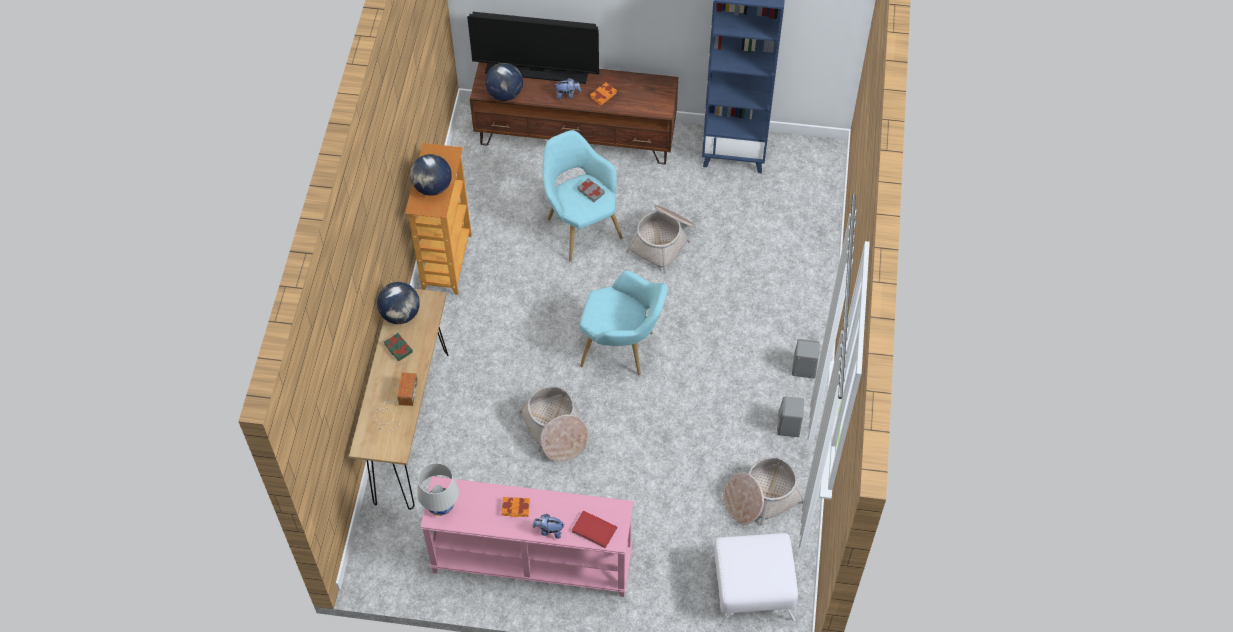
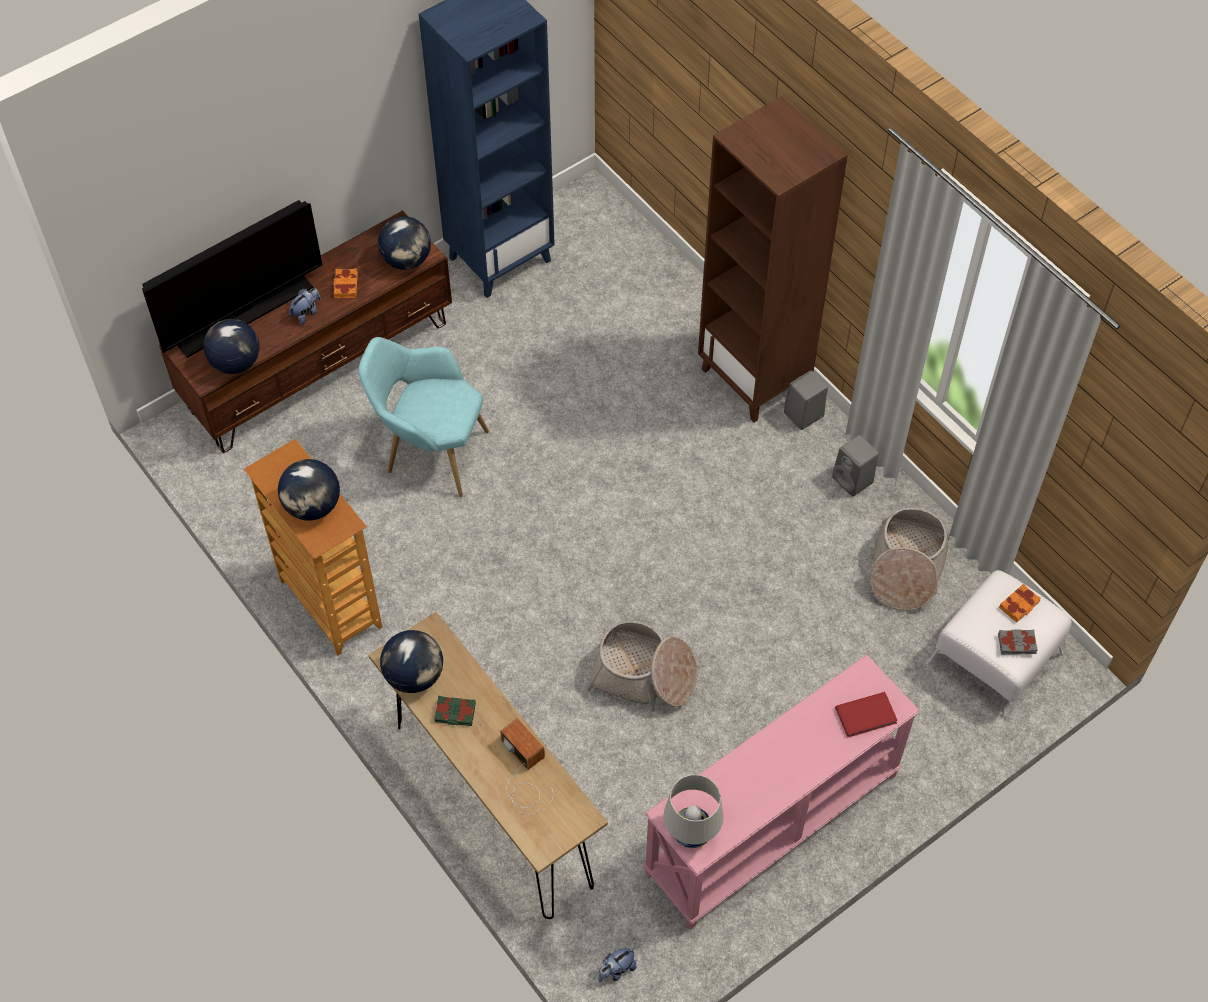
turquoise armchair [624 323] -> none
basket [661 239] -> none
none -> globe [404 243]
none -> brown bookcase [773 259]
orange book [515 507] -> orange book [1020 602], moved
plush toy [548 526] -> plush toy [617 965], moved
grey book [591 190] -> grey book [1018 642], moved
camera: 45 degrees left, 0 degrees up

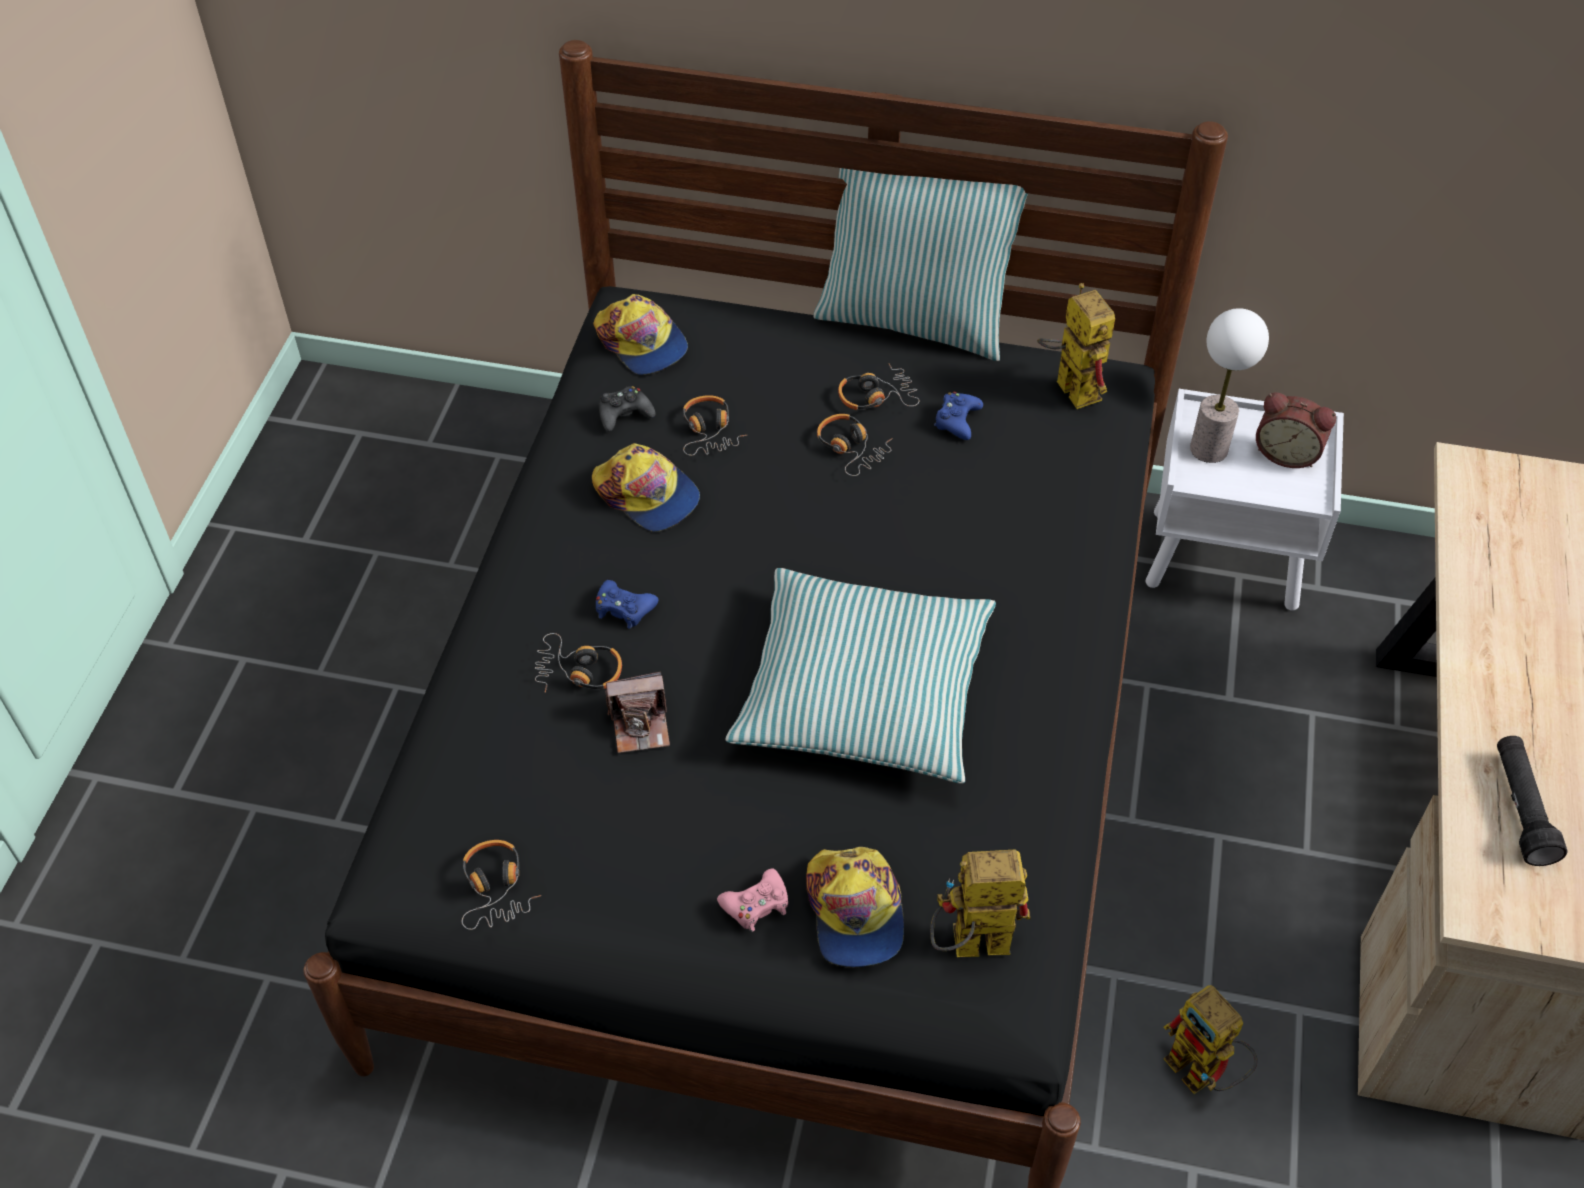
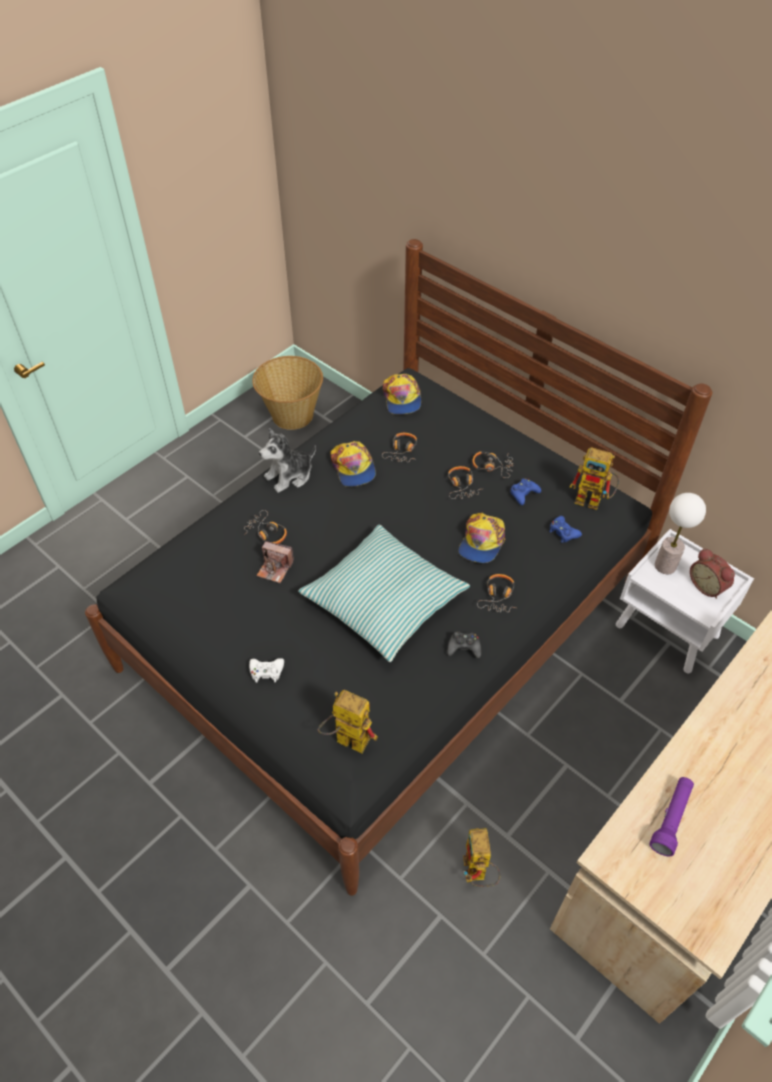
pillow [920 264] -> none
none -> basket [287 393]
none -> plush toy [287 460]
headphones [501 885] -> headphones [496 593], moved
blue game controller [627 604] -> blue game controller [565 529], moved
black game controller [627 409] -> black game controller [464 645], moved
cap [855 907] -> cap [482 538], moved
pink game controller [752 900] -> white game controller [266 670]
black flashlight [1532 801] -> purple flashlight [671 816]
toy robot [1076 346] -> toy robot [594 478], 105 degrees clockwise
camera: 30 degrees right, 0 degrees up

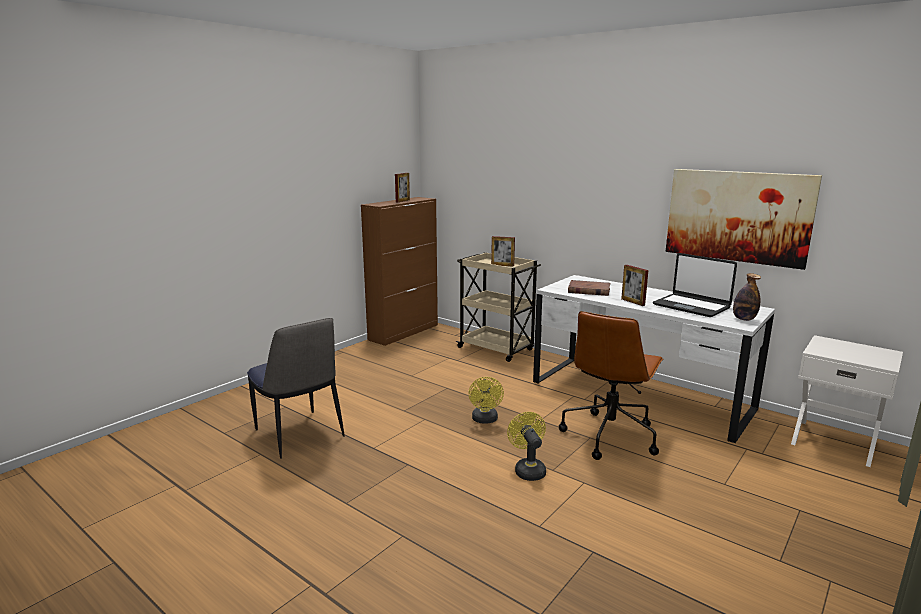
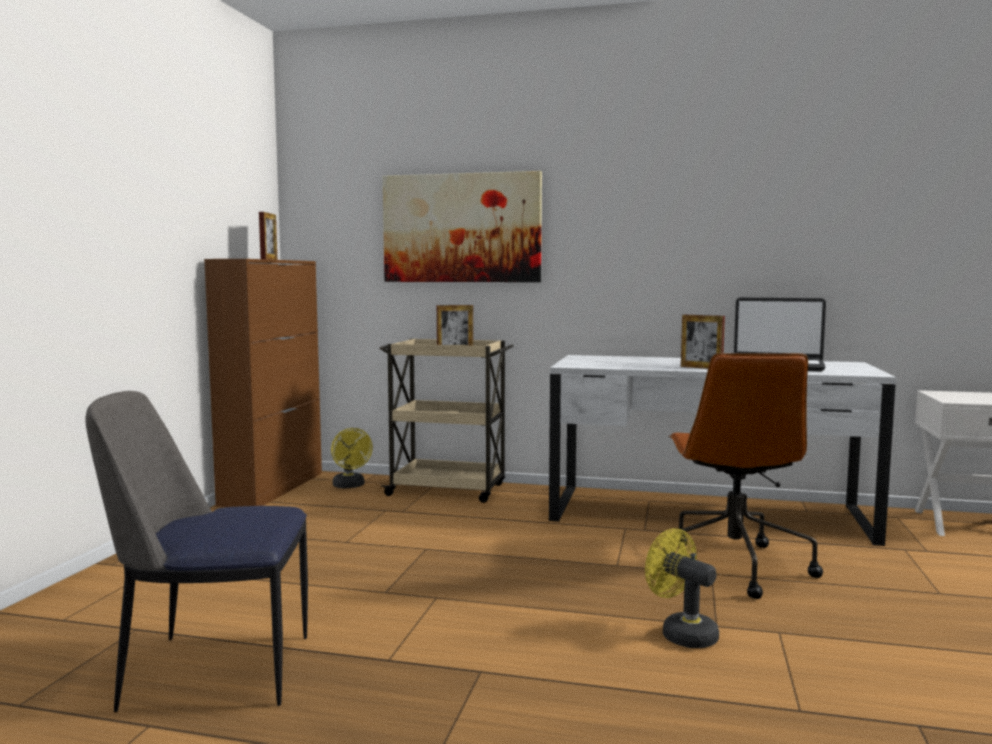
brown book [589 288] -> none
bottle [747 297] -> none
yellow fan [486 400] -> yellow fan [352 458], moved
picture [744 219] -> picture [462 226], moved
chair [296 388] -> chair [196 551], 150 degrees clockwise
camera: 25 degrees left, 10 degrees down

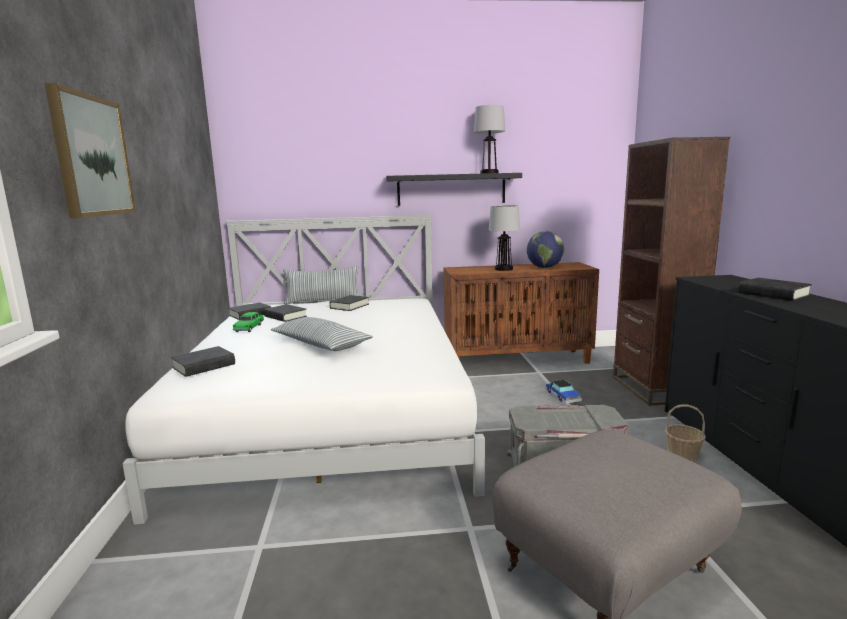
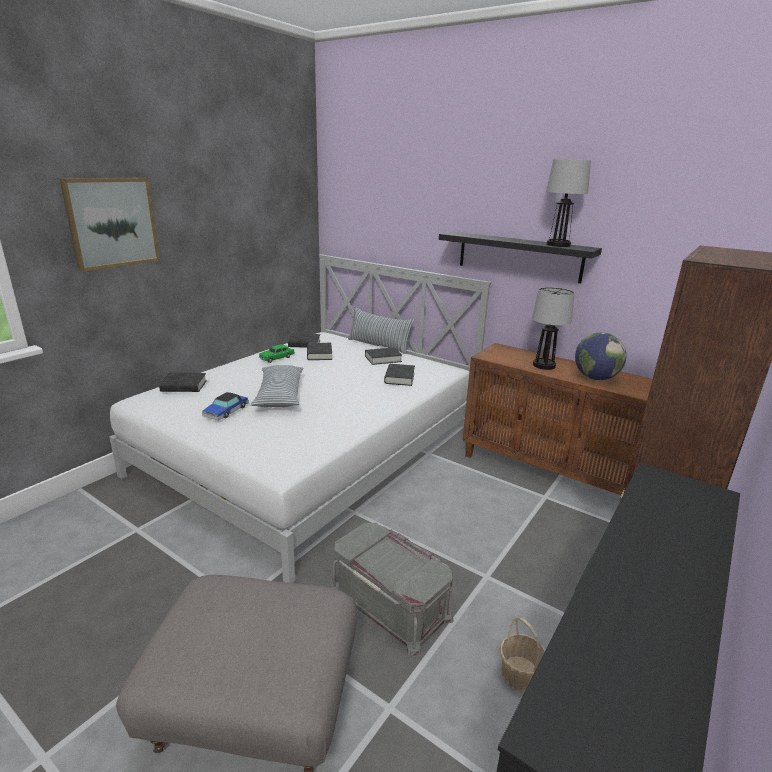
toy car [564 391] -> toy car [225 406], moved
black book [775 289] -> black book [399 375], moved
camera: 40 degrees right, 10 degrees up

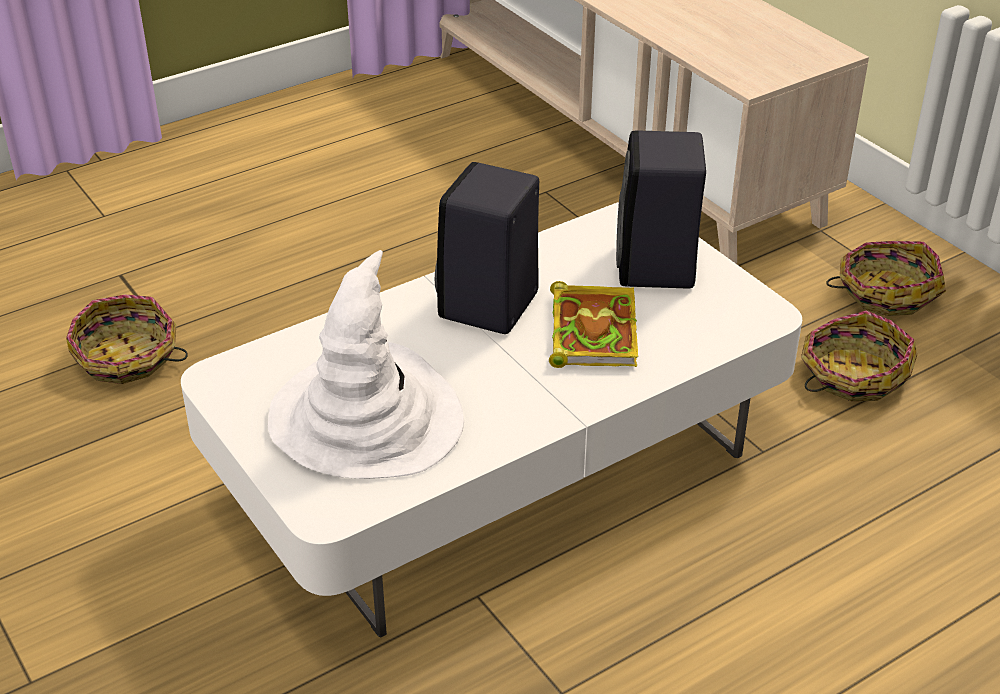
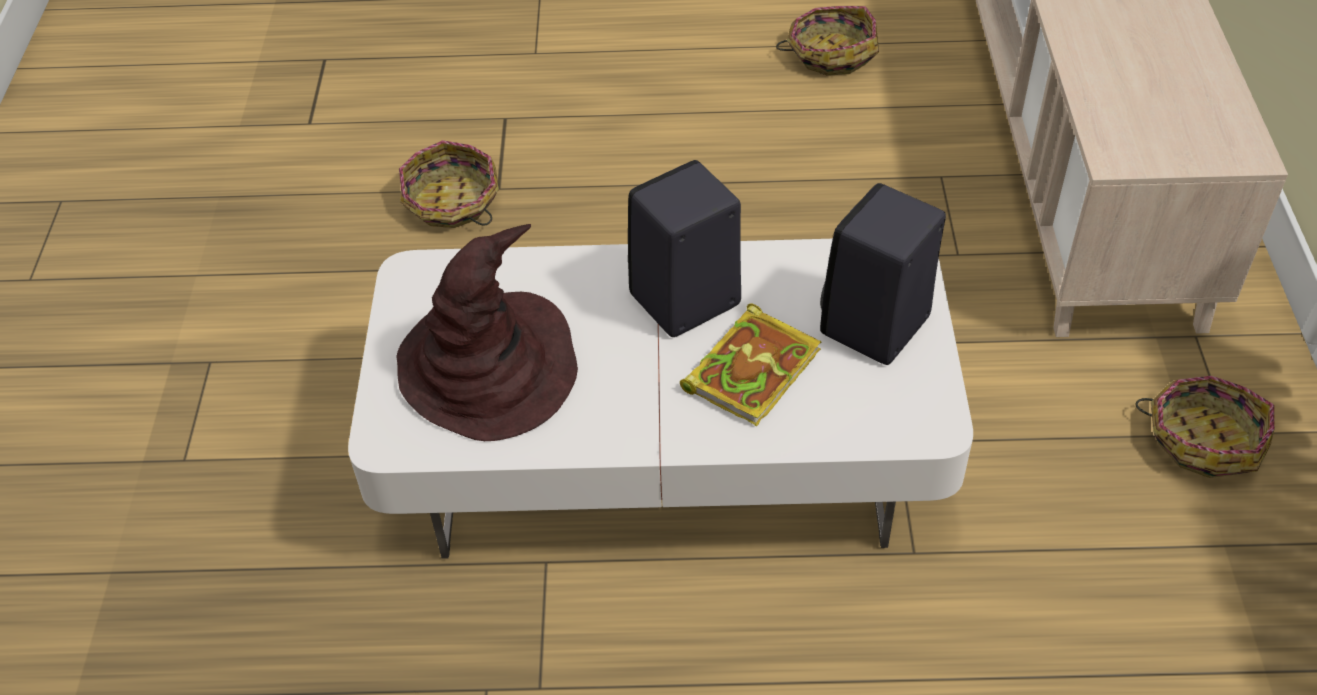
basket [859 356] -> basket [827 41], moved
white hat [366 364] -> brown hat [487 332]
camera: 35 degrees right, 10 degrees up

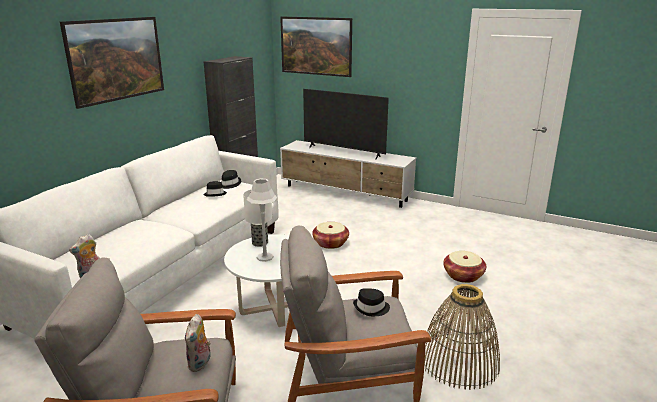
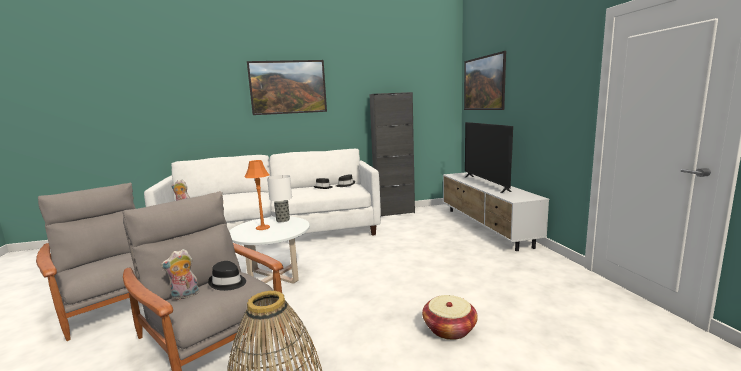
basket [330 235] -> none
plush toy [198 343] -> plush toy [180 274], moved
grey table lamp [261 220] -> orange table lamp [257 195]
camera: 50 degrees right, 10 degrees down

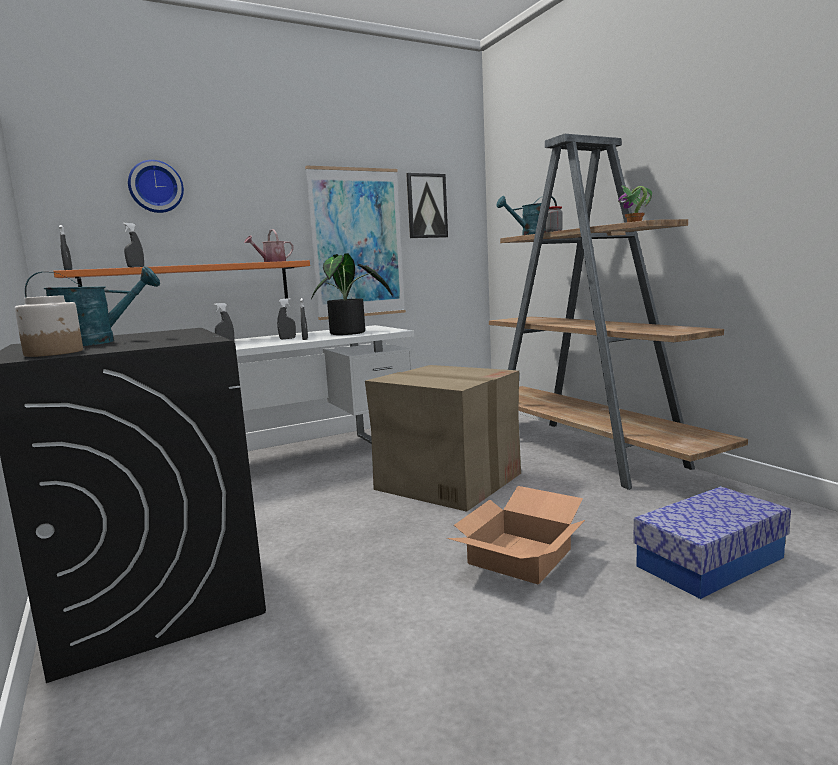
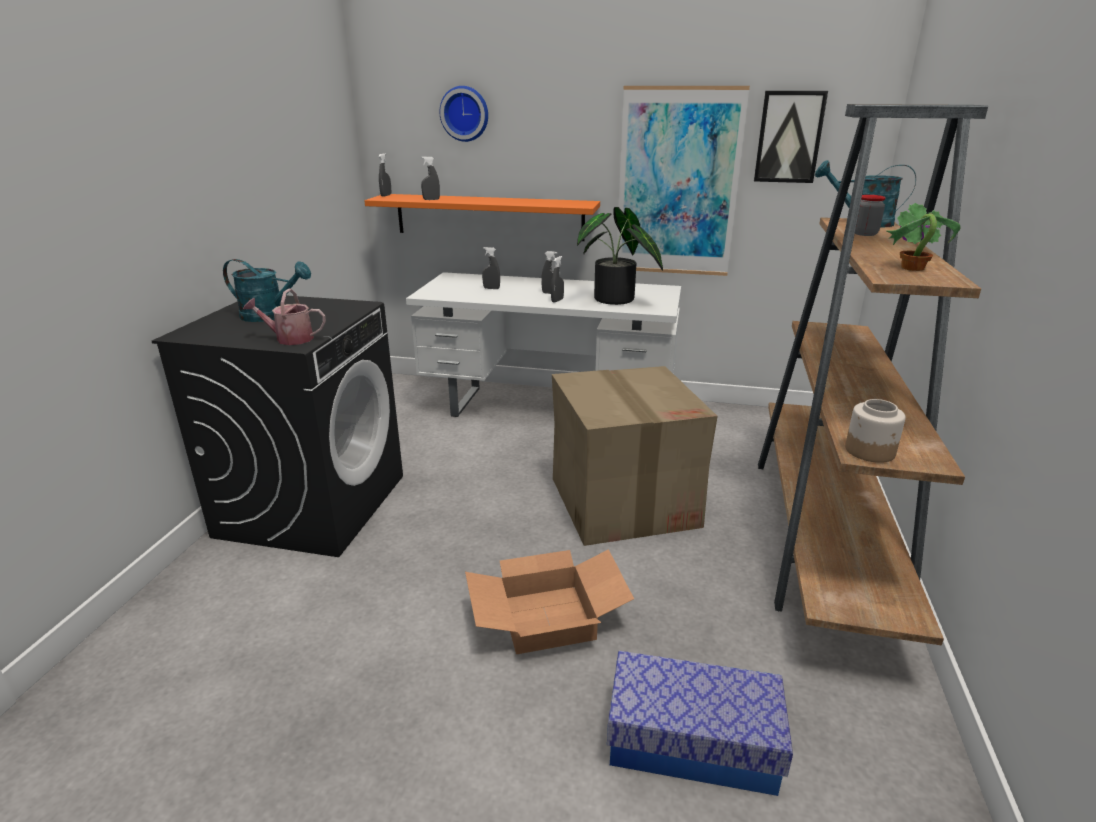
jar [49 326] -> jar [875 431], moved
watering can [268 245] -> watering can [284 316], moved
camera: 40 degrees right, 15 degrees up

